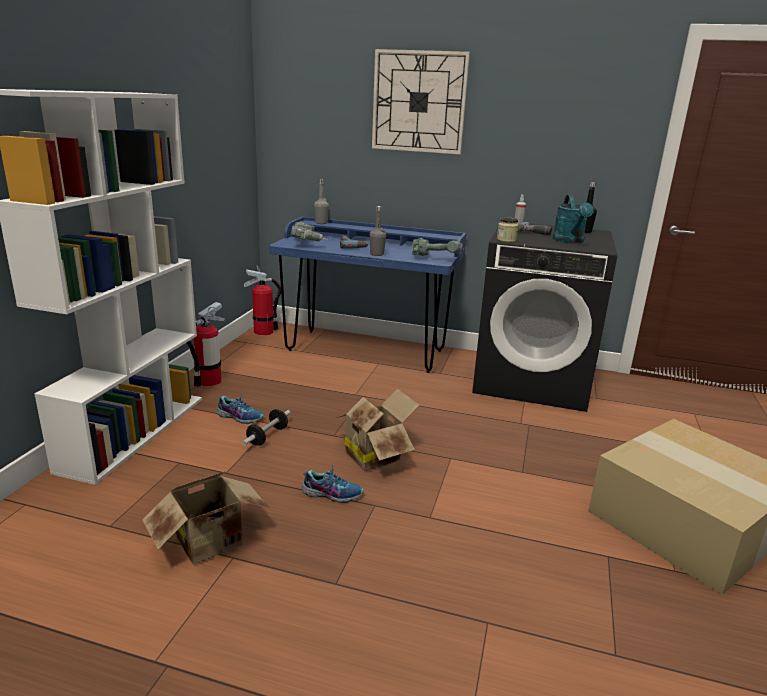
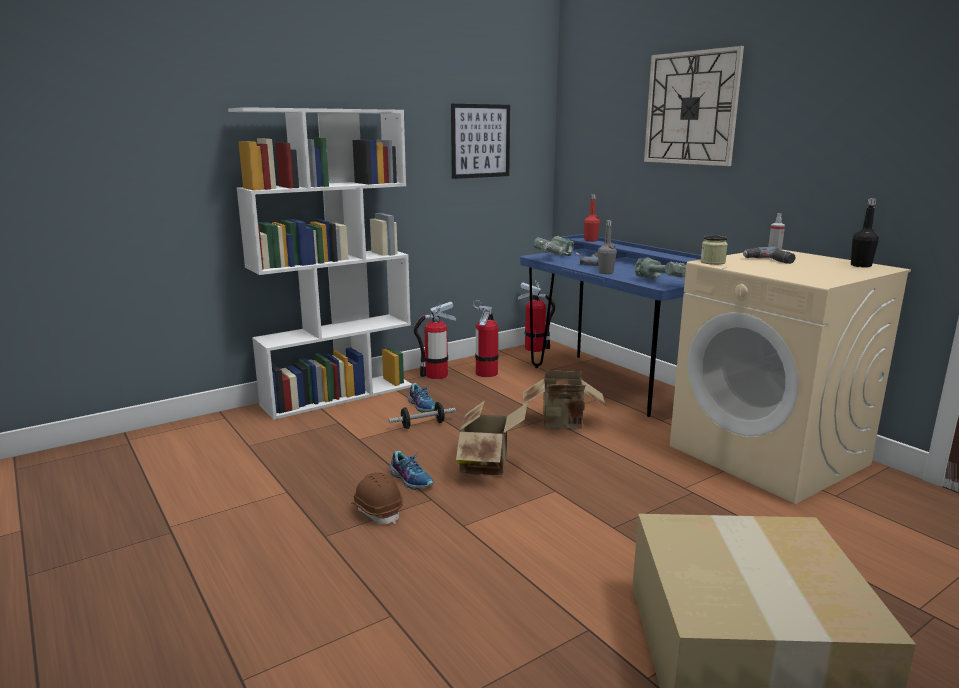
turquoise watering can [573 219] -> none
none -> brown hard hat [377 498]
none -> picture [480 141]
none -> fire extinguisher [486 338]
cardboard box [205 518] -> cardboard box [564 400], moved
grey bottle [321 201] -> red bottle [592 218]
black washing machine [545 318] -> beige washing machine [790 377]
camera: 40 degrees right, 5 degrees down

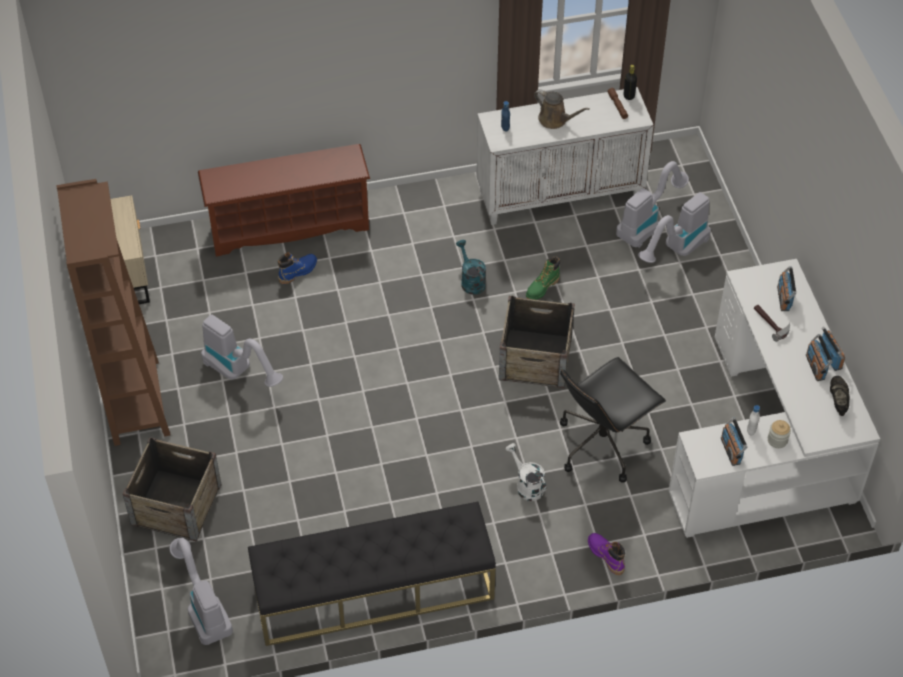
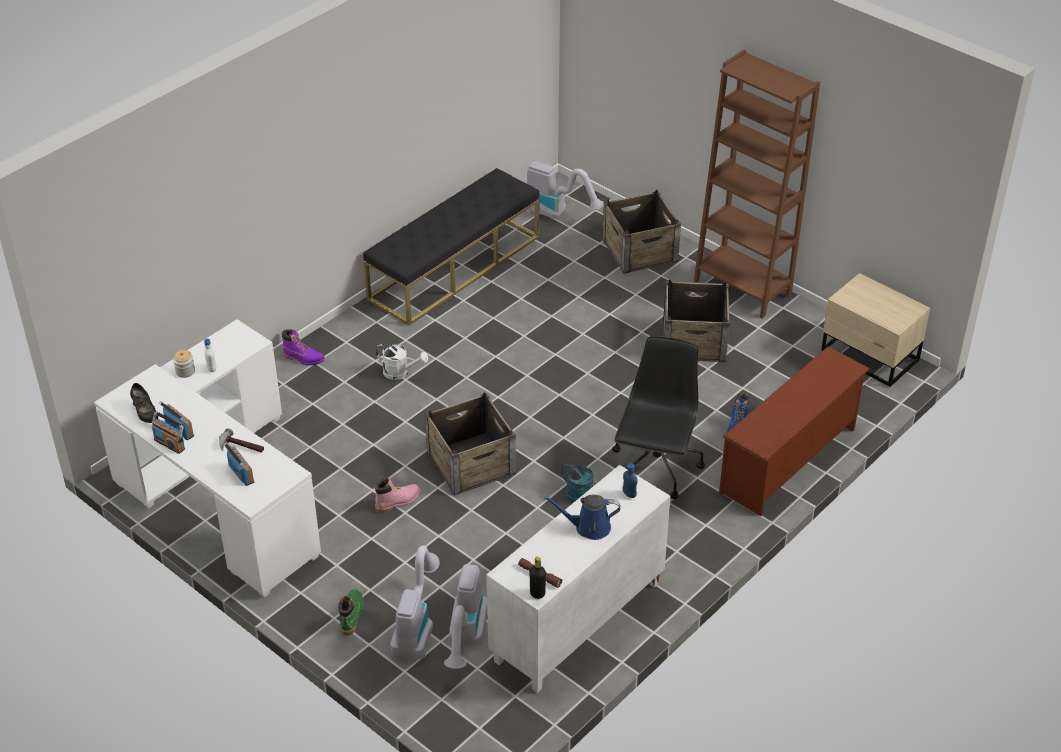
radio [734 441] -> none
none -> pink boot [397 495]
green boot [543 278] -> green boot [351 612], moved
black office chair [613 420] -> black office chair [658 417], moved
vacuum cleaner [242 351] -> crate [696 320]
brown watering can [562 109] -> blue watering can [582 517]
camera: 145 degrees right, 10 degrees down

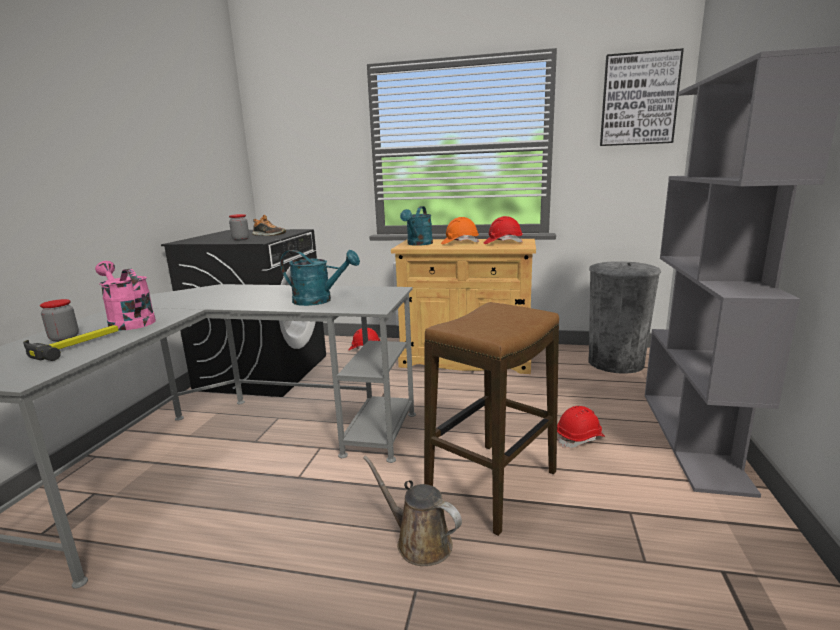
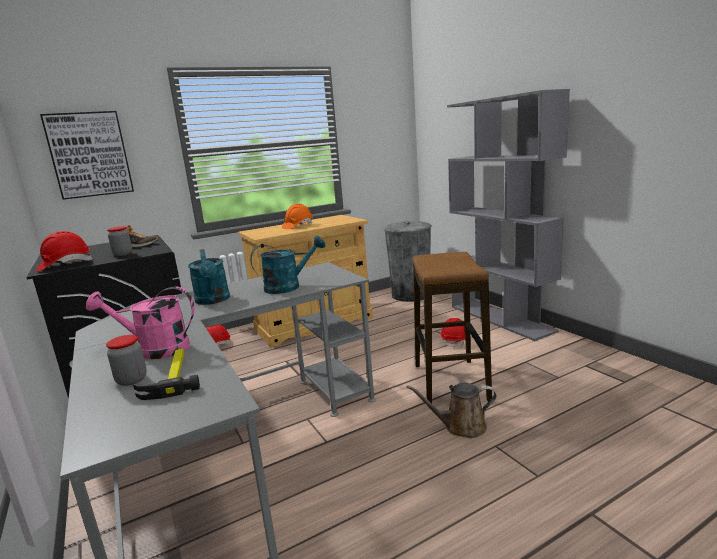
turquoise watering can [416 226] -> turquoise watering can [209 277], moved
red hard hat [503 230] -> red hard hat [64 251], moved
picture [642 97] -> picture [87 155], moved
camera: 40 degrees left, 0 degrees up

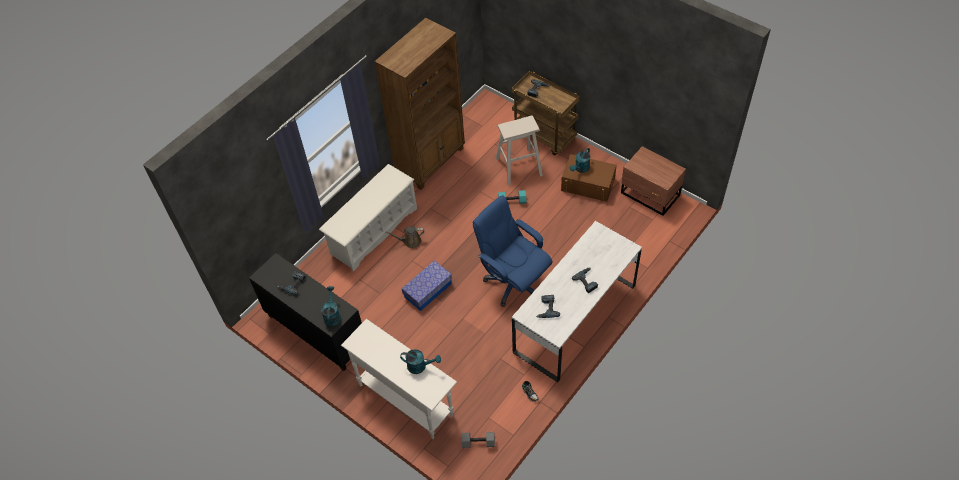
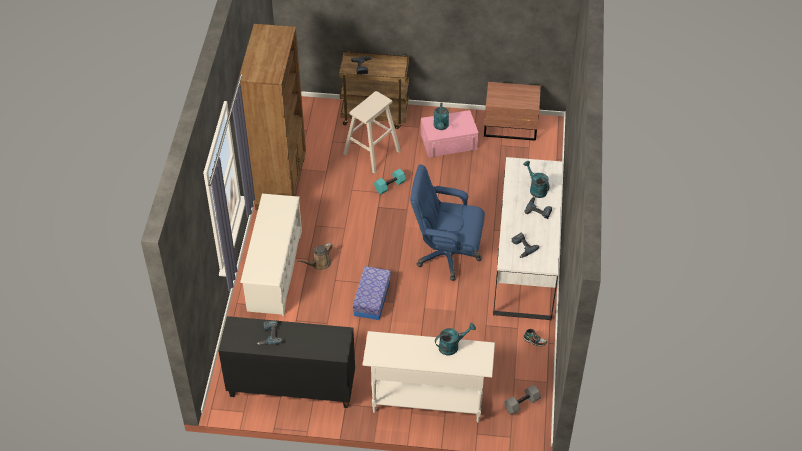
turquoise watering can [331 306] -> turquoise watering can [536 179], moved
brown storage box [589 178] -> pink storage box [450 133]
camera: 35 degrees left, 5 degrees down

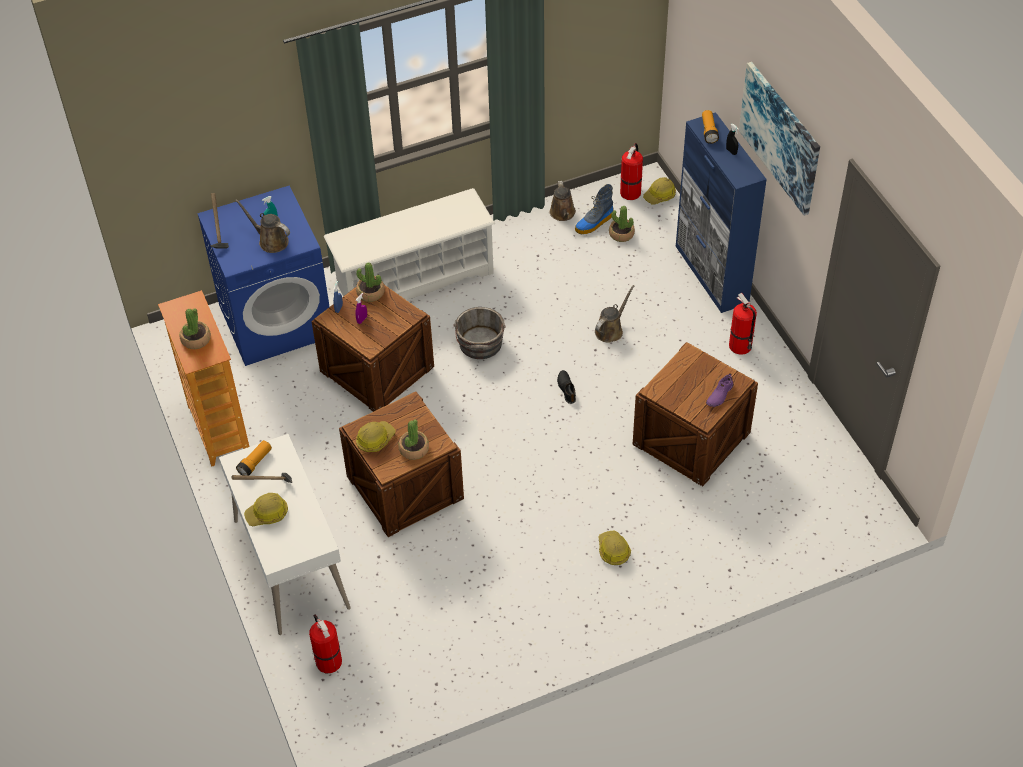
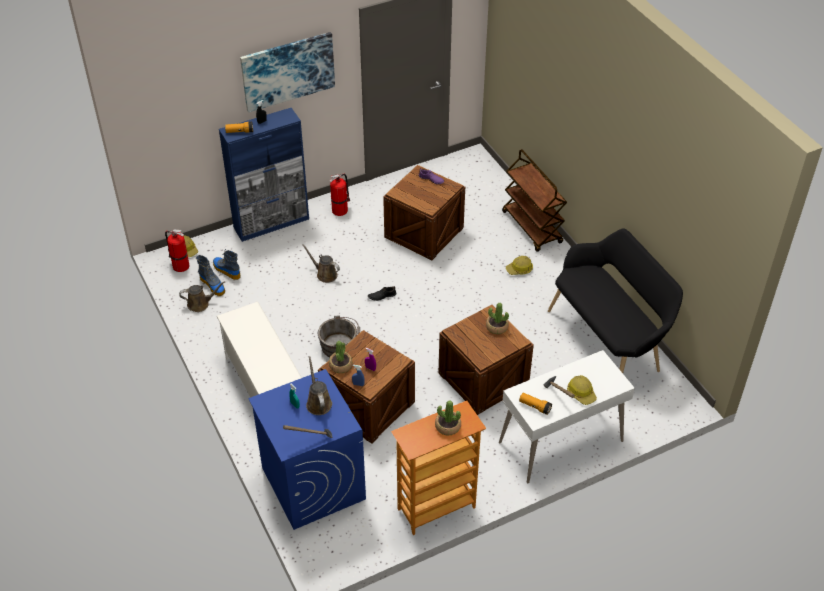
fire extinguisher [325 644] -> none
hard hat [376 436] -> none
none -> brown cart [534 200]
none -> black bench [615 301]
potted plant [622 224] -> boot [227 265]
brown watering can [262 226] -> brown watering can [319 385], 135 degrees clockwise
camera: 95 degrees left, 5 degrees down

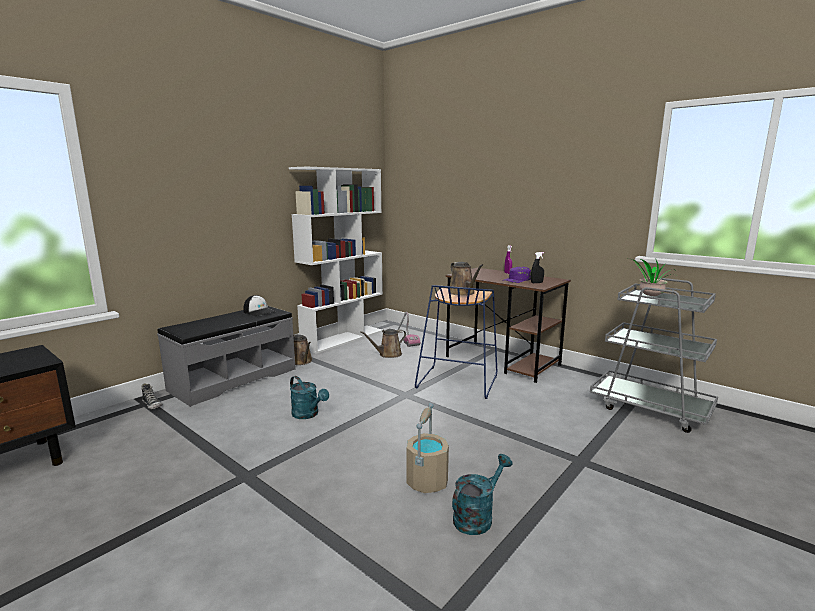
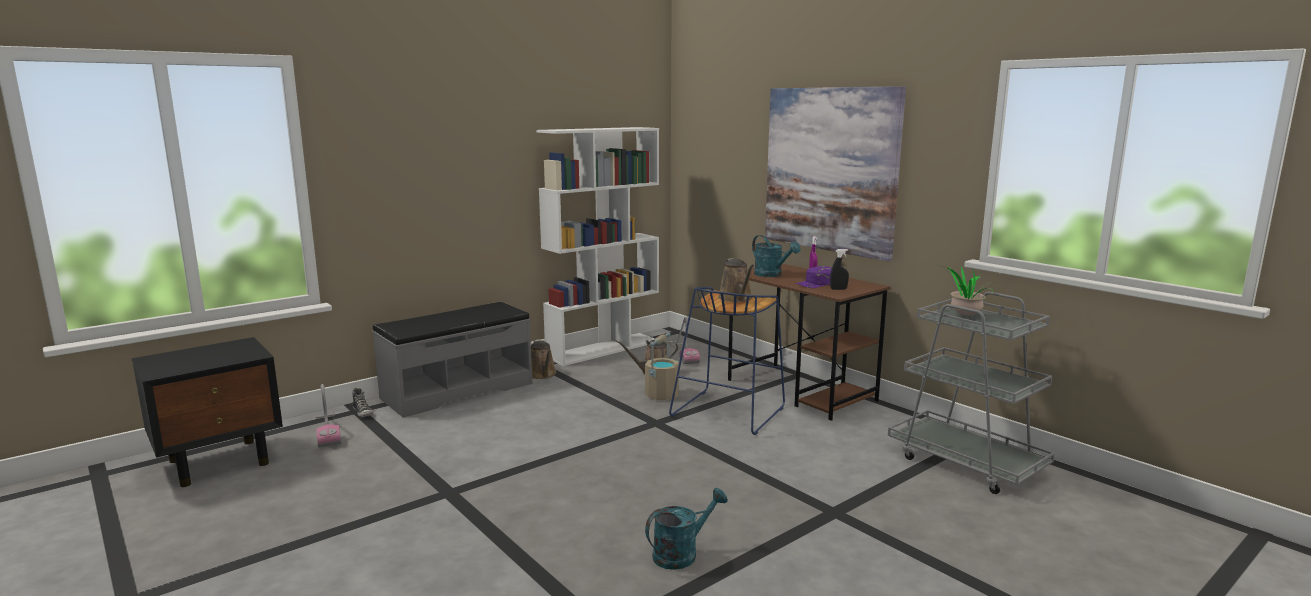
cap [259 305] -> none
none -> vacuum cleaner [328 416]
none -> picture [835 173]
turquoise watering can [309 397] -> turquoise watering can [776 256], moved
beige bucket [427 448] -> beige bucket [662 366], moved
camera: 10 degrees right, 0 degrees up

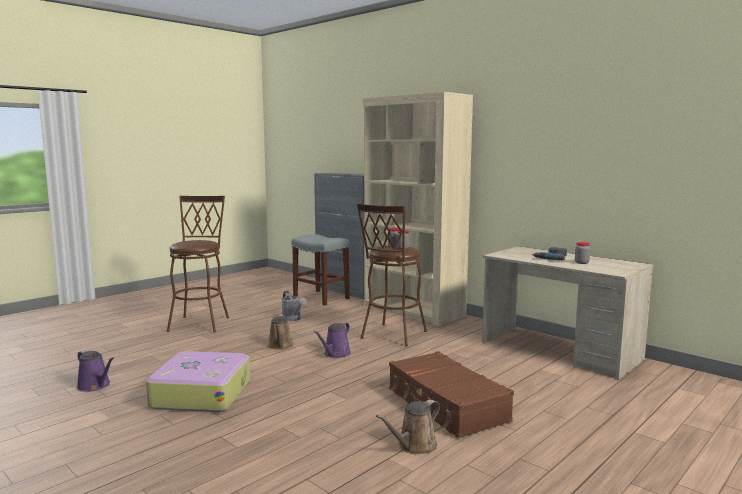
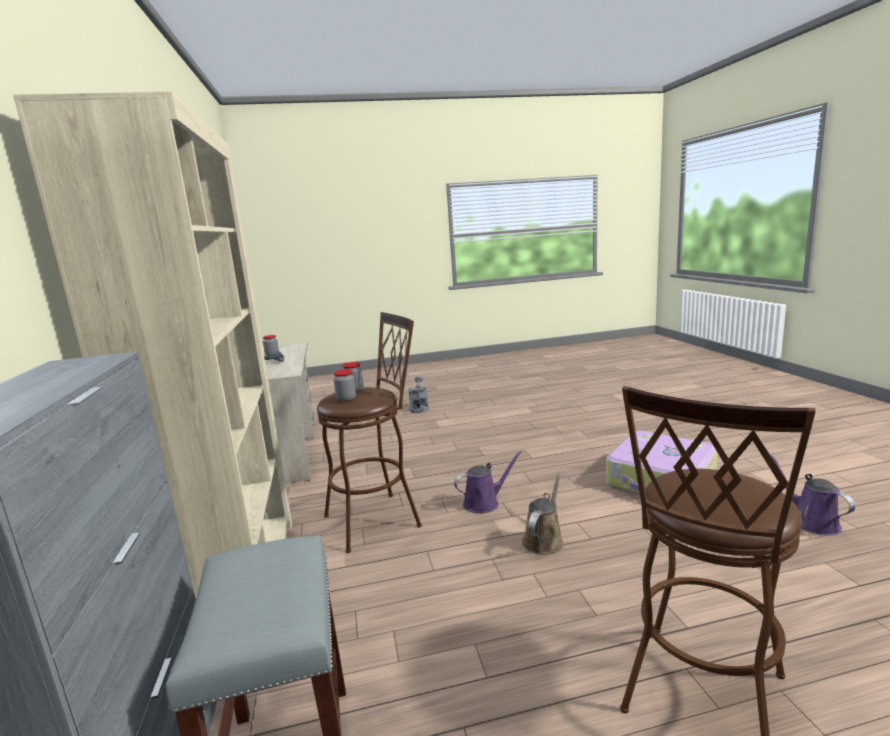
brown watering can [408 427] -> none
brown suitcase [451 394] -> none
grey watering can [294 306] -> grey watering can [418 394], moved
camera: 145 degrees left, 5 degrees up

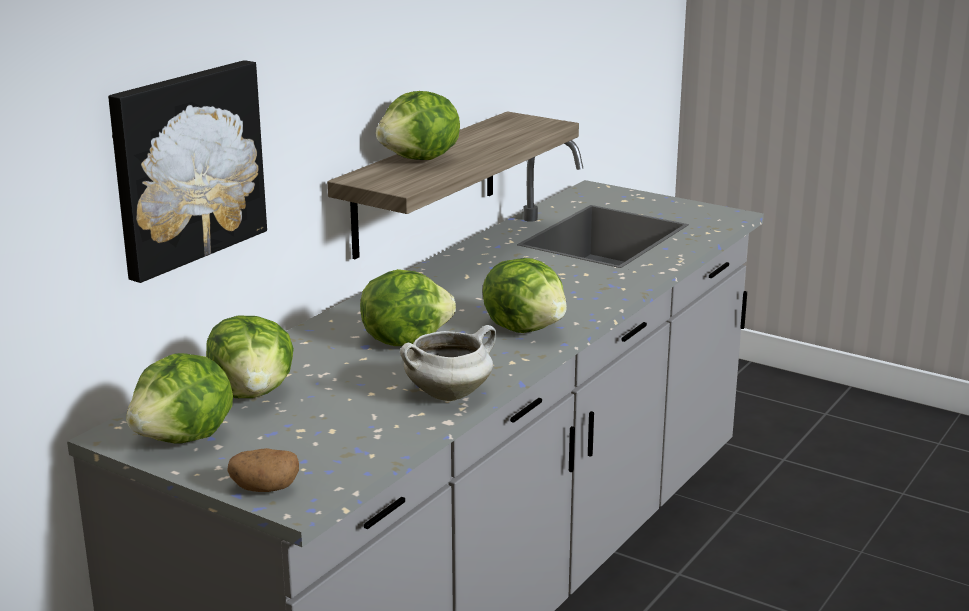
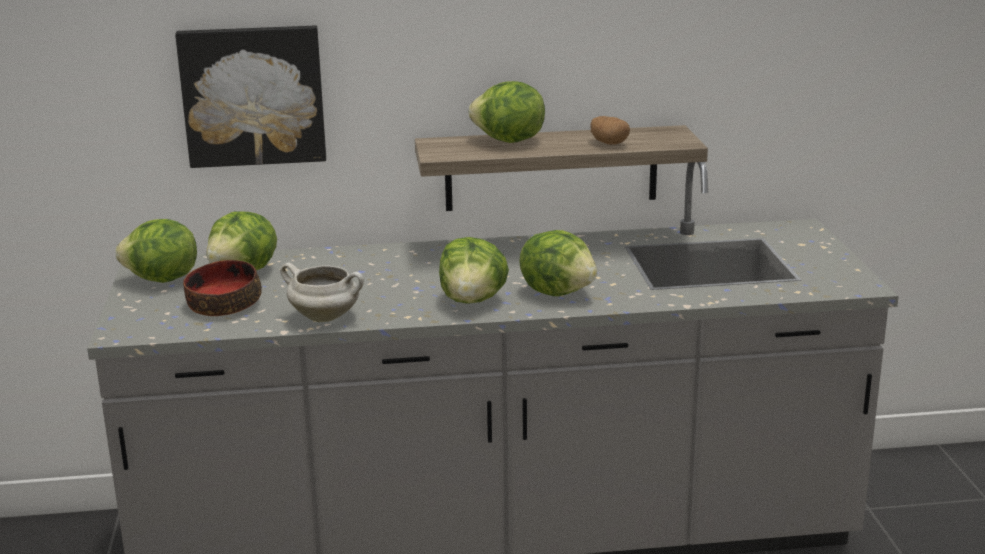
none -> bowl [222 288]
potato [263 470] -> potato [610 130], moved
lettuce [408 307] -> lettuce [558 263], moved
camera: 50 degrees right, 0 degrees up

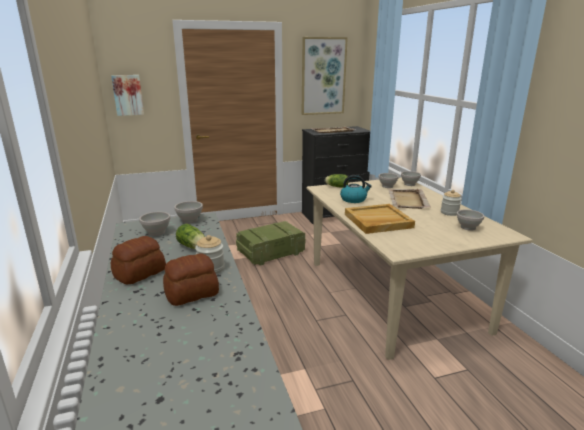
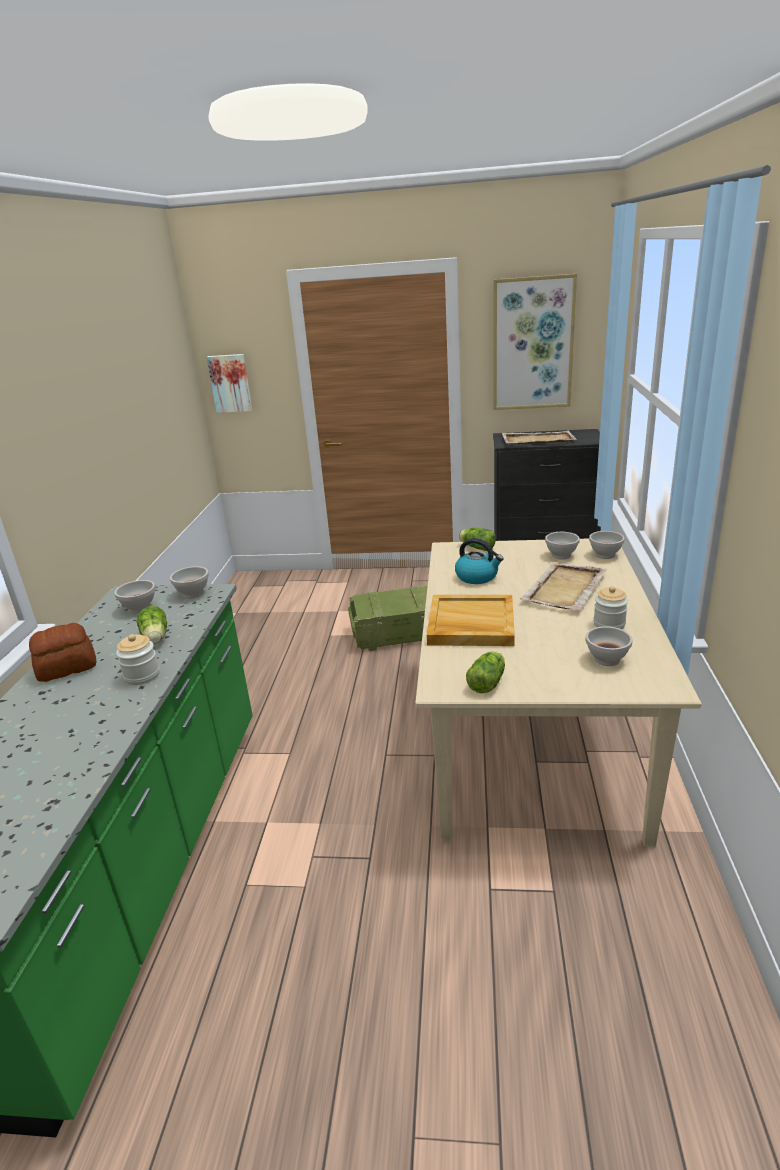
bread [191 279] -> none
none -> lettuce [485 672]
camera: 25 degrees right, 5 degrees up

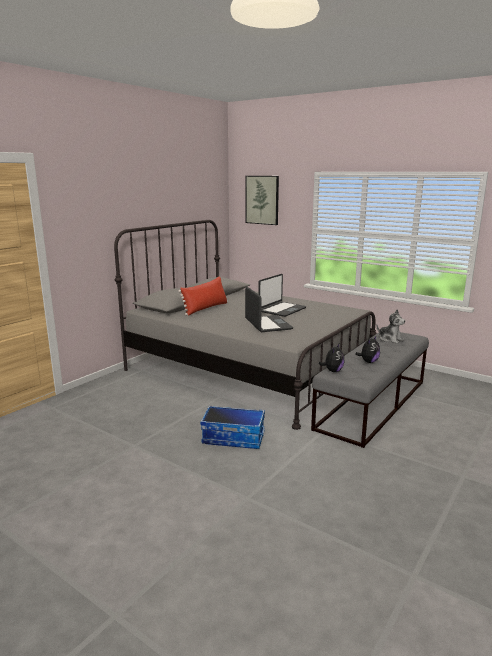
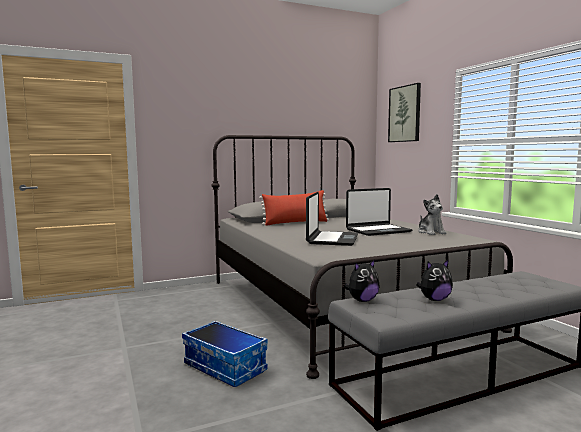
plush toy [391 326] -> plush toy [432 214], moved
camera: 30 degrees right, 10 degrees down

